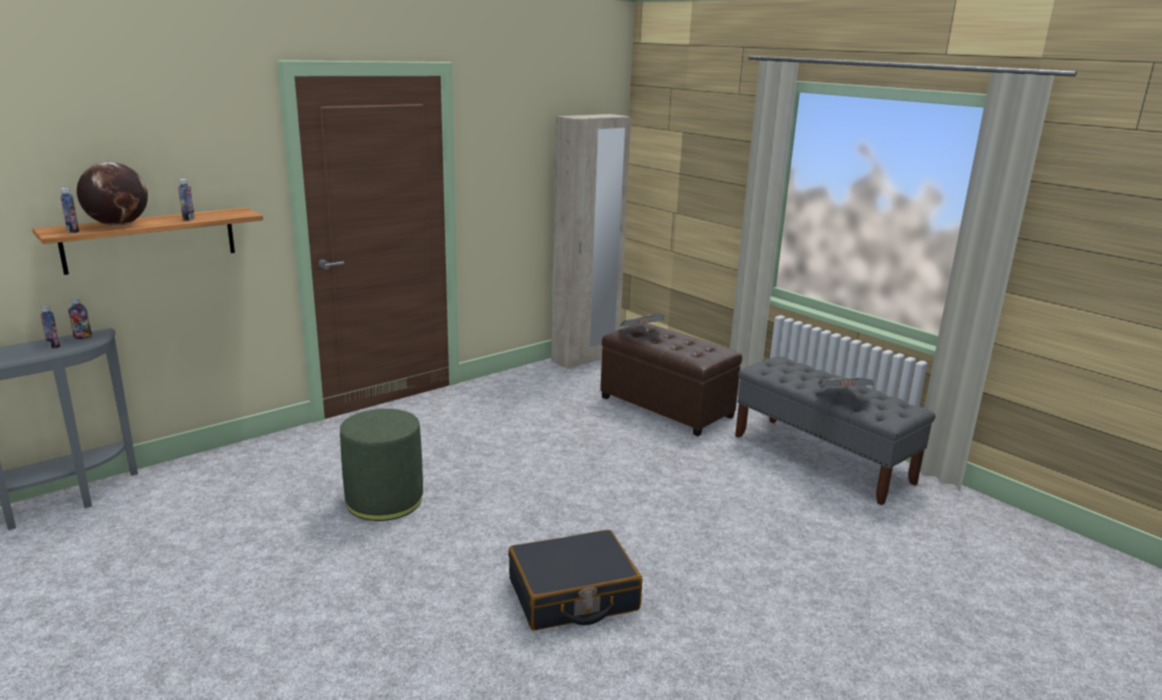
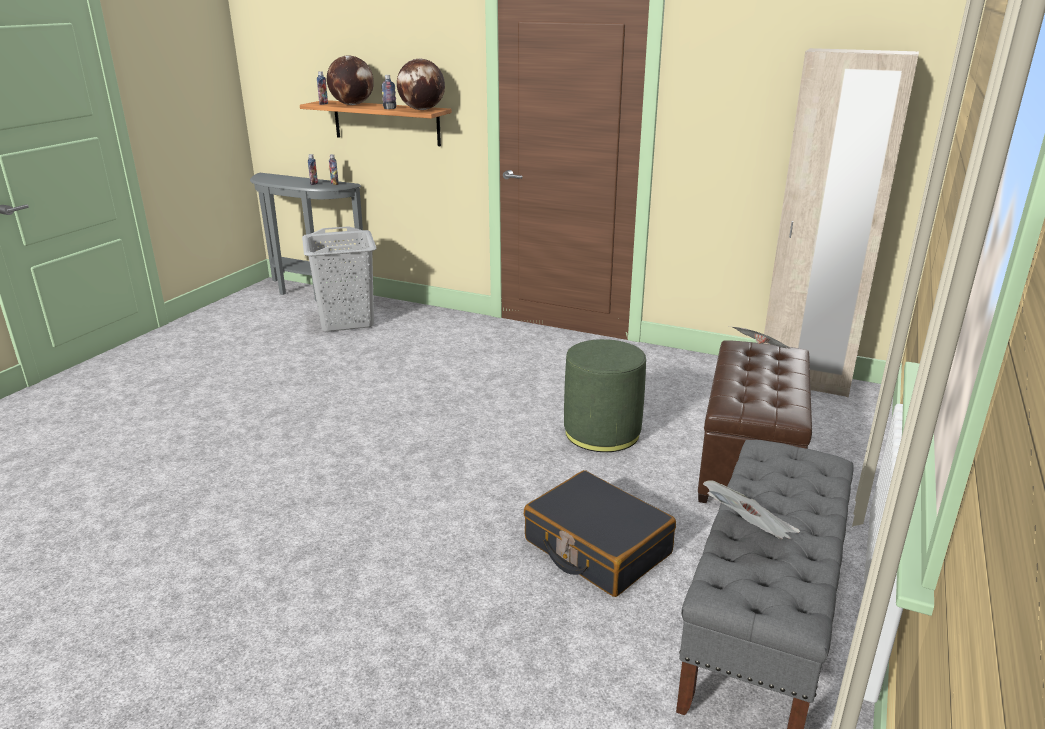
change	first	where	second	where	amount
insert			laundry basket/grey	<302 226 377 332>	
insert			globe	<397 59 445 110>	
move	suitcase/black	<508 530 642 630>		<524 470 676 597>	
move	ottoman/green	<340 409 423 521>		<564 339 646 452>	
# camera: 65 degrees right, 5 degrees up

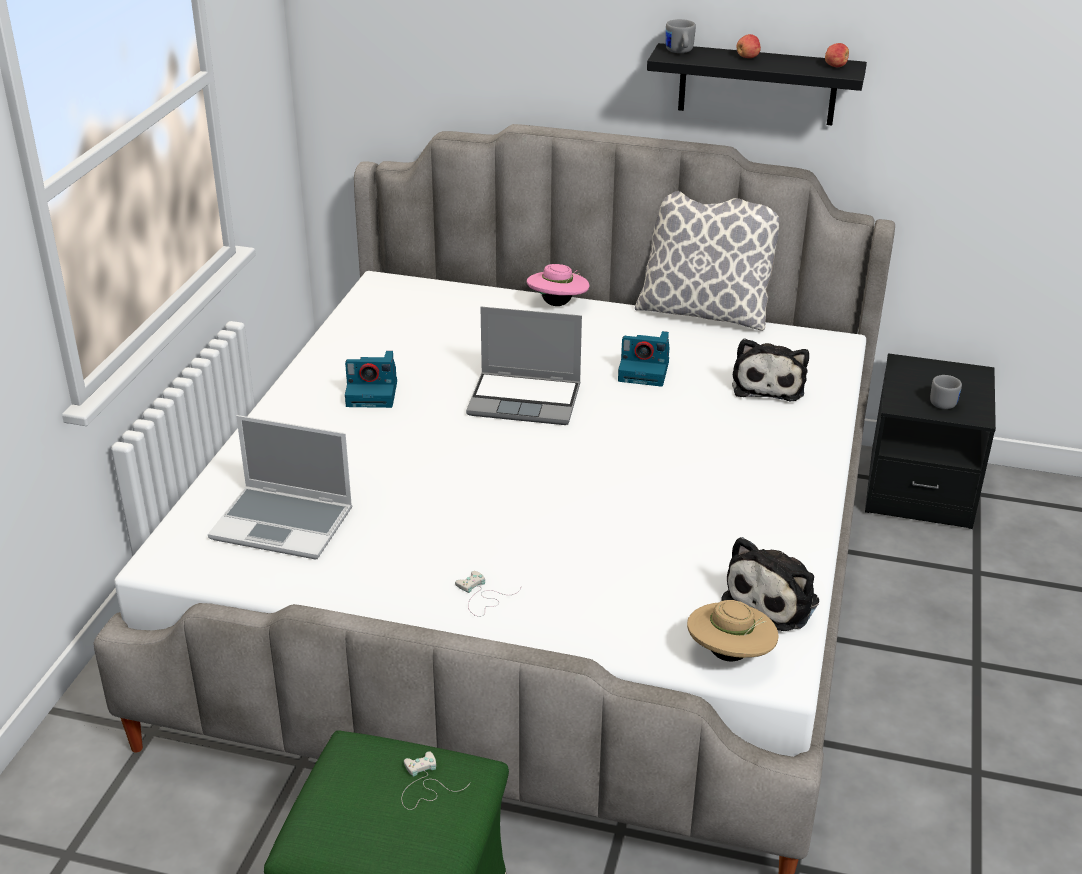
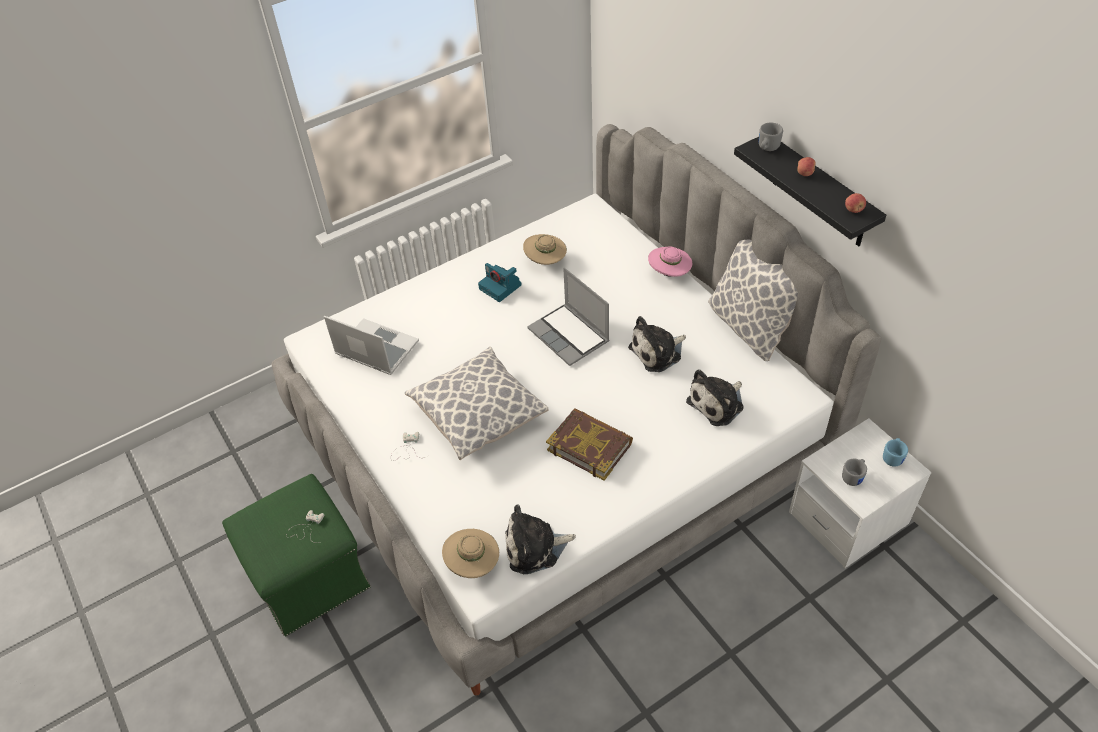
change	first	where	second	where	amount
rotate	laptop	<208 415 352 559>		<324 315 419 375>	150 degrees clockwise
insert			pillow	<405 346 549 460>	
insert			hat/beige	<523 234 567 265>	
insert			book	<546 408 633 481>	
replace	photo camera	<618 331 669 387>	plush toy	<628 316 686 372>	
recolor	nightstand/black	<865 353 996 529>	nightstand/white	<789 418 932 568>	
insert			mug/blue	<883 438 908 467>	
# camera: 45 degrees right, 15 degrees up

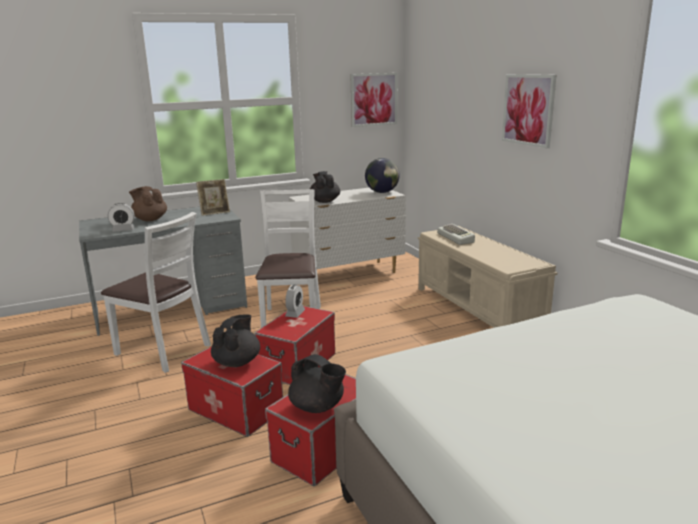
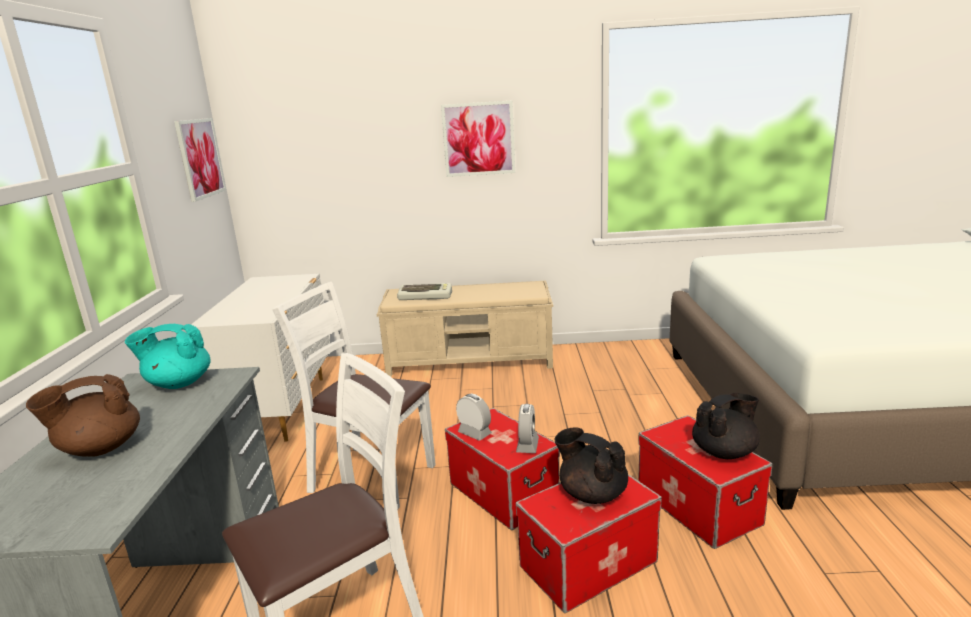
change	first	where	second	where	amount
replace	picture frame	<196 179 230 216>	teapot/turquoise	<125 324 211 389>	
move	alarm clock	<108 203 135 232>		<516 404 539 453>	
delete	teapot/black	<310 171 340 203>			
delete	globe	<365 158 400 193>			
# camera: 65 degrees left, 0 degrees up

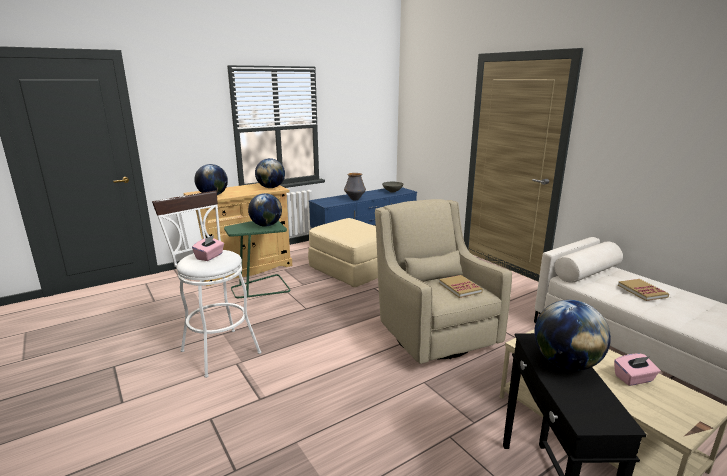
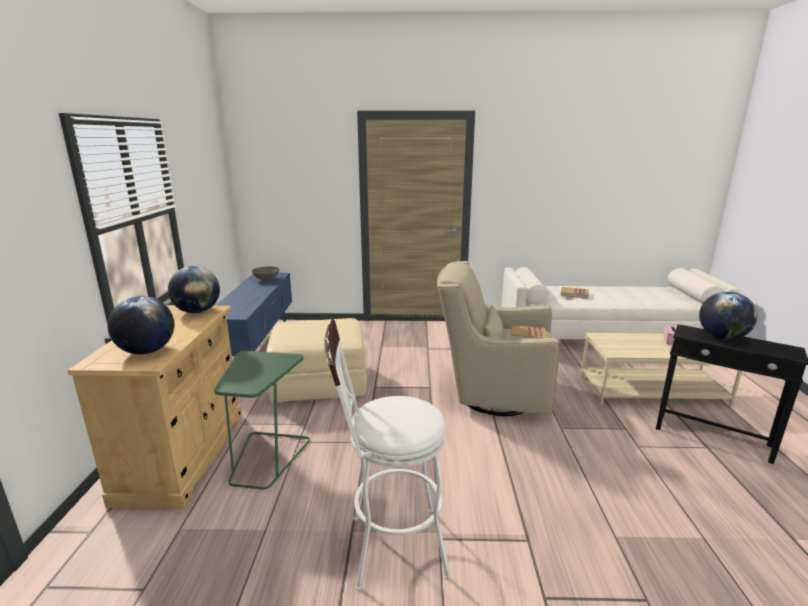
change	first	where	second	where	amount
delete	tissue box/pink	<192 235 224 261>			
delete	globe	<248 193 282 227>			
delete	vase	<344 173 366 200>			
# camera: 55 degrees left, 0 degrees up

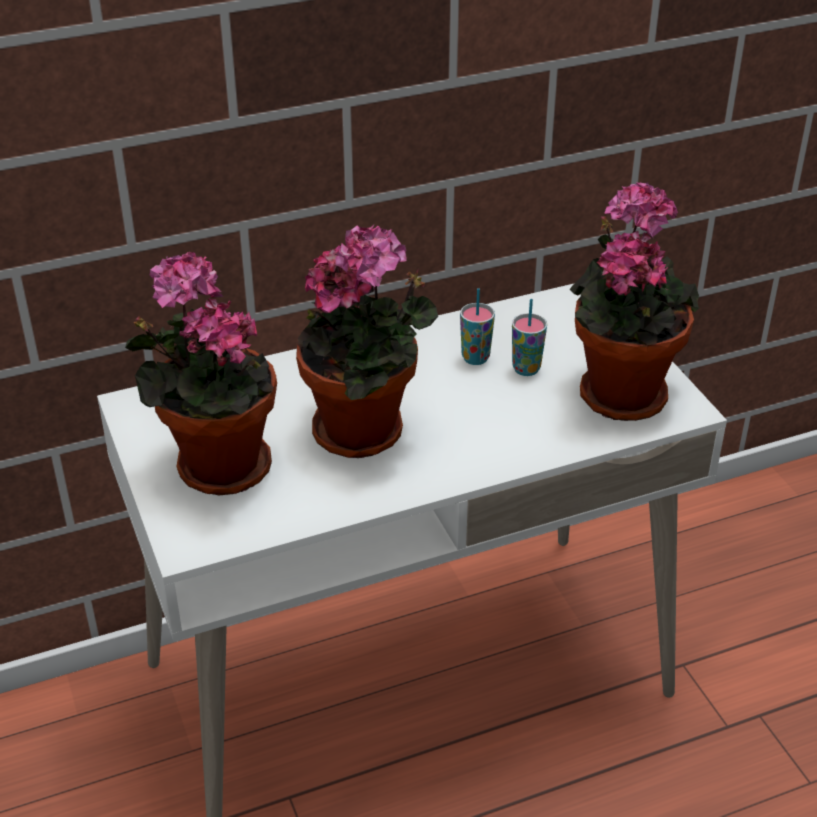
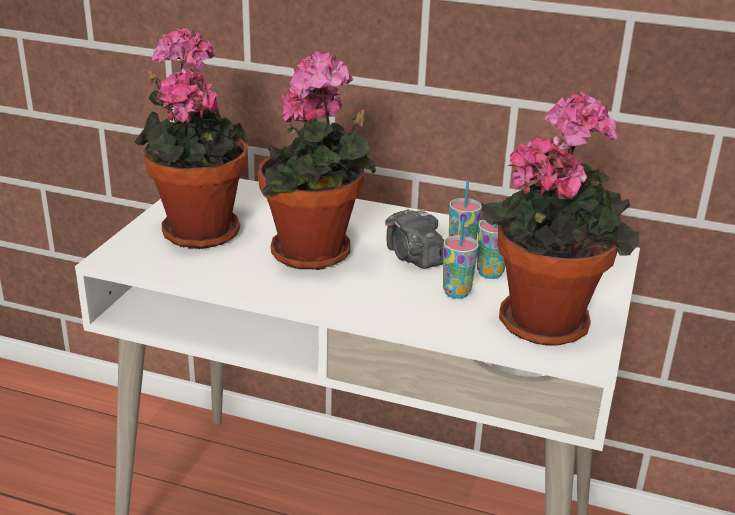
change	first	where	second	where	amount
insert			photo camera	<385 209 444 269>	
insert			cup	<443 217 479 299>	
# camera: 40 degrees right, 10 degrees down

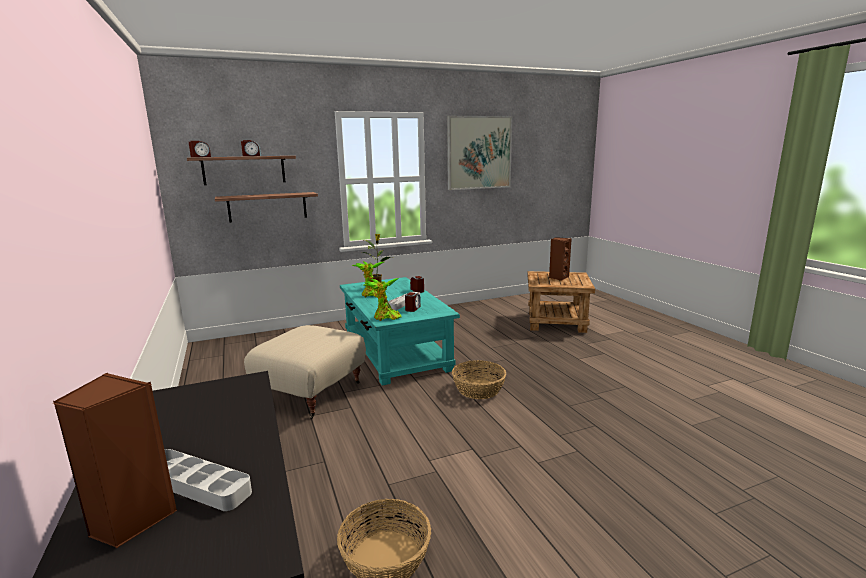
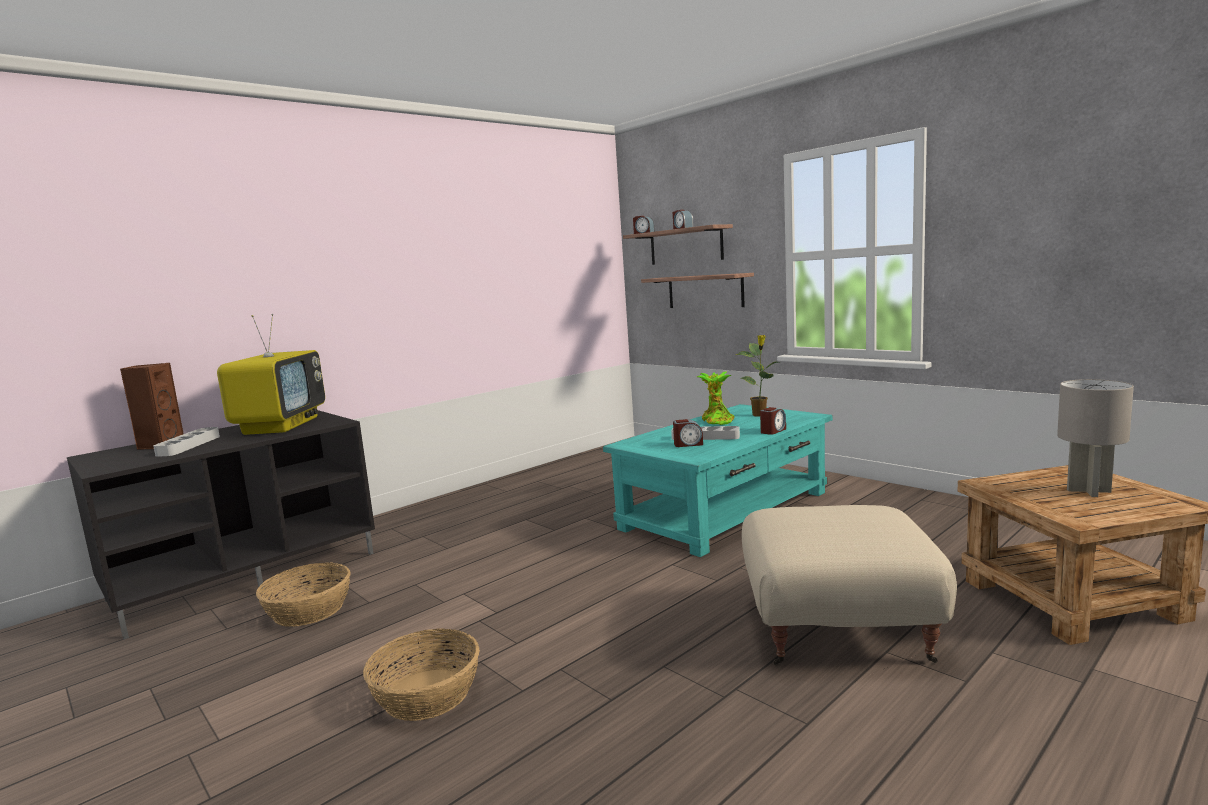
change	first	where	second	where	amount
insert			television	<217 314 325 435>	
move	basket	<452 360 506 399>		<363 628 480 721>	
move	ottoman/beige	<244 325 366 419>		<742 505 957 665>	
replace	speaker/brown	<549 237 572 281>	table lamp/grey	<1057 379 1134 497>	
delete	potted plant	<363 278 402 321>			
delete	picture	<447 116 512 190>			
# camera: 70 degrees right, 5 degrees down

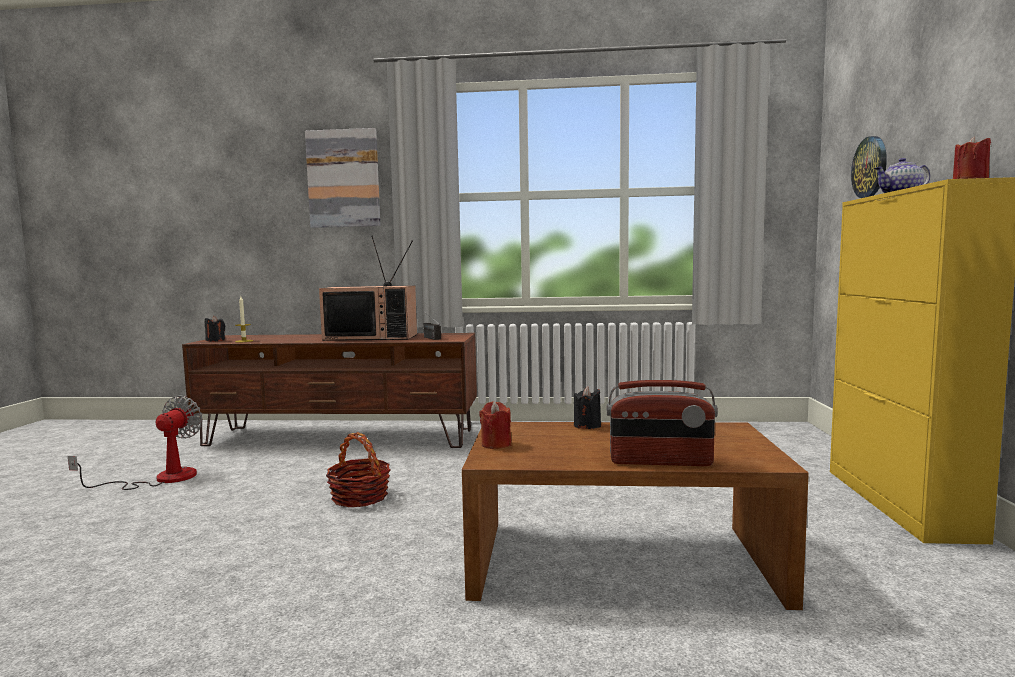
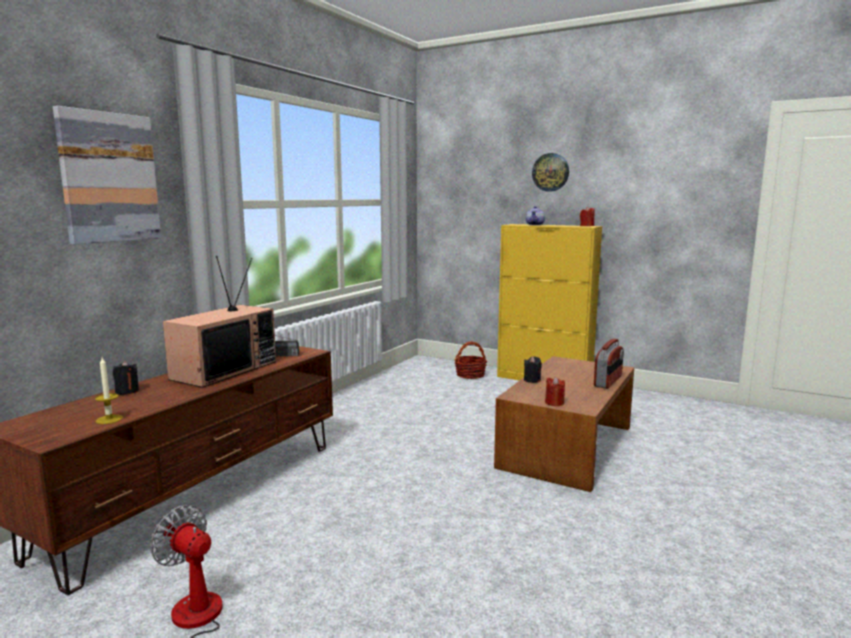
change	first	where	second	where	amount
move	candle/black	<205 316 225 342>		<113 361 139 395>	
move	basket	<326 432 390 507>		<454 341 487 379>	
move	wall clock	<851 136 887 198>		<532 153 569 192>	
# camera: 65 degrees left, 5 degrees up

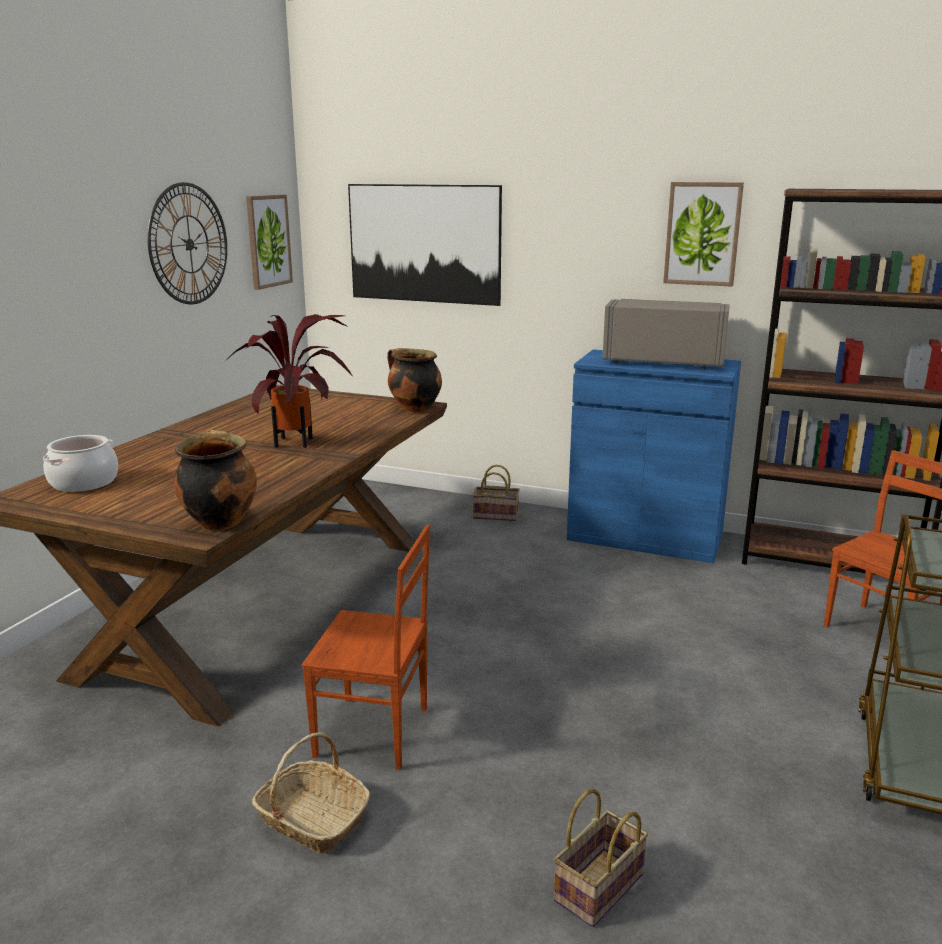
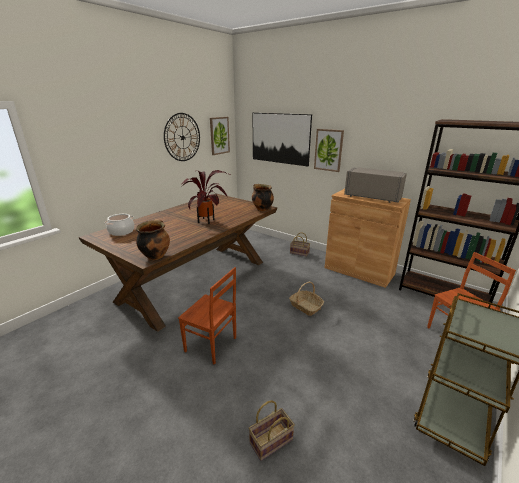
change	first	where	second	where	amount
move	basket	<252 732 370 854>		<289 282 324 316>	
move	picture	<663 182 744 287>		<314 129 344 172>	
recolor	cabinet/blue	<567 349 741 563>	cabinet/brown	<325 189 411 288>	
# camera: 15 degrees right, 5 degrees up

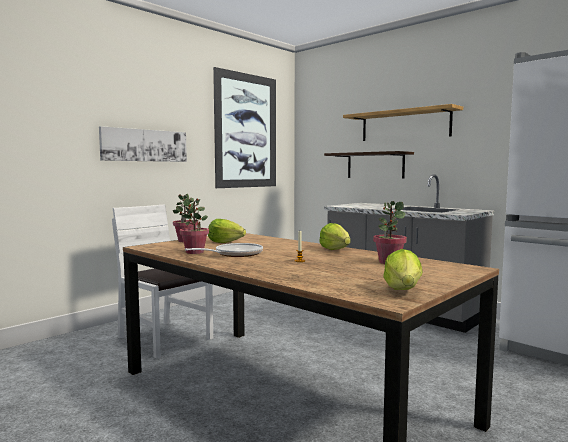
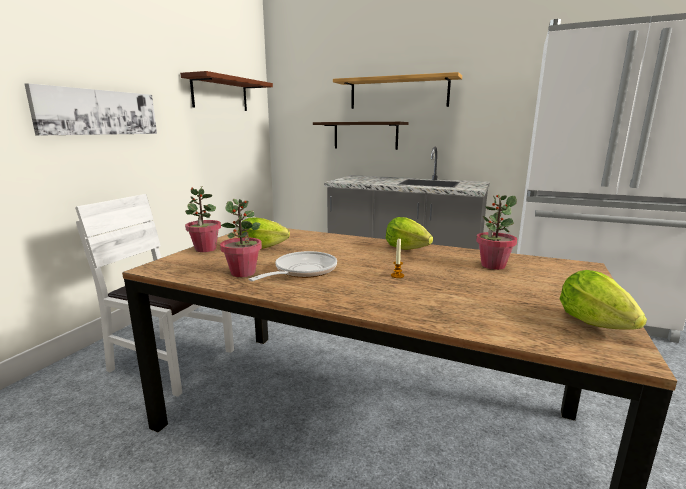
change	first	where	second	where	amount
replace	picture	<213 67 276 188>	shelf/brown	<180 71 273 111>	
# camera: 20 degrees left, 10 degrees up

